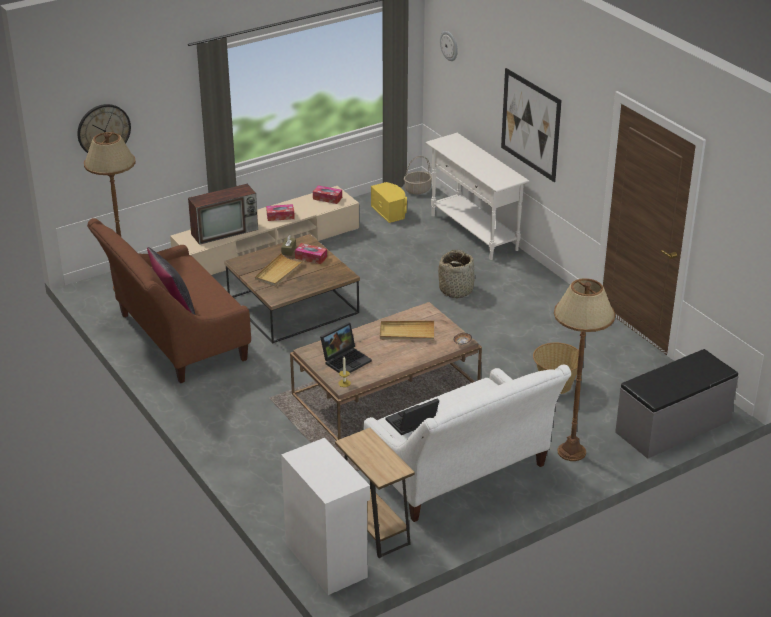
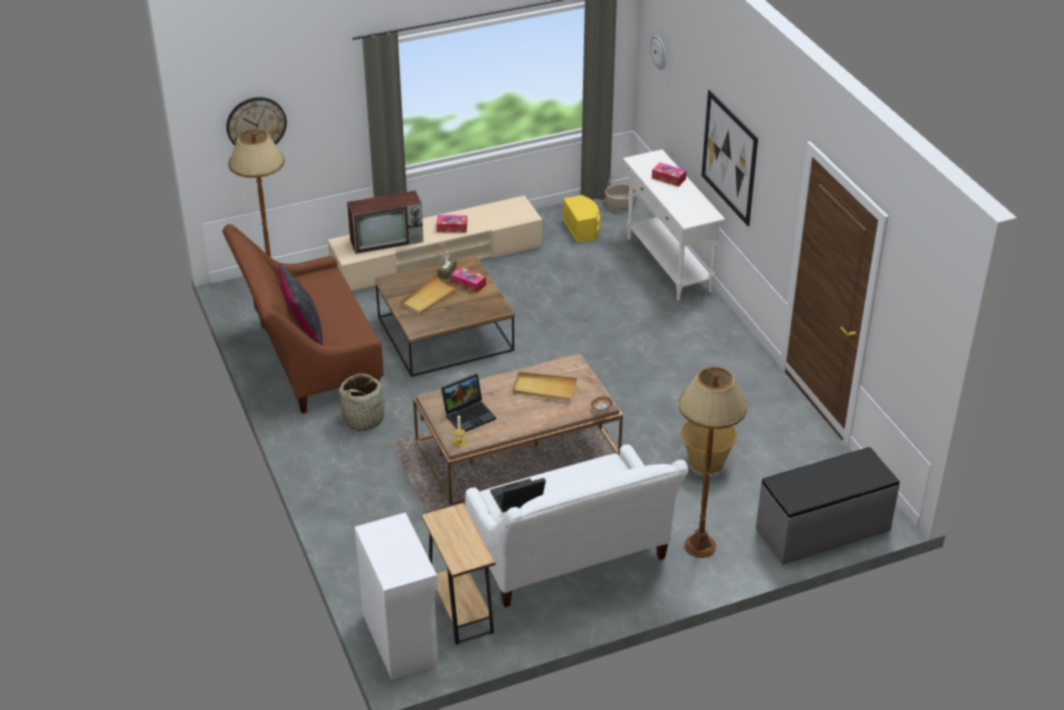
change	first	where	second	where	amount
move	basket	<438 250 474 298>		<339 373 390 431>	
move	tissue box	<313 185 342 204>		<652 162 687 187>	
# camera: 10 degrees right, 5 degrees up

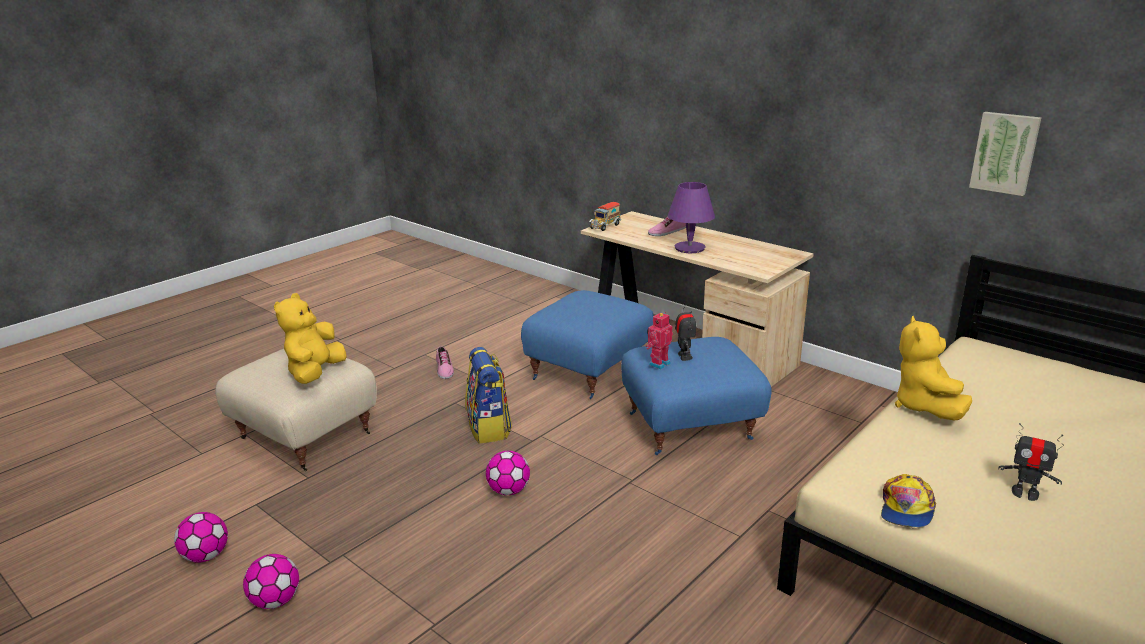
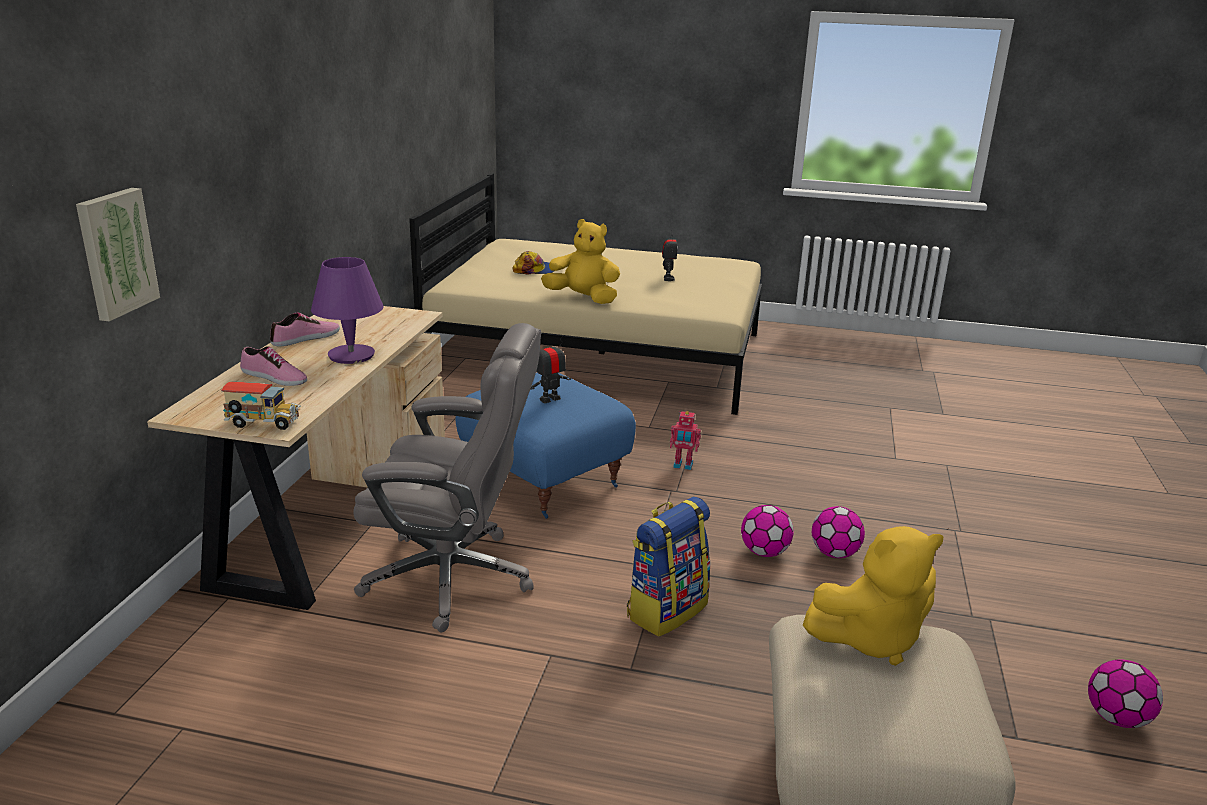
change	first	where	second	where	amount
move	picture	<969 112 1042 196>		<76 188 160 322>	
move	shoe	<436 346 454 379>		<270 312 340 346>	
replace	ottoman/blue	<521 290 654 399>	office chair/grey	<353 323 541 632>	
move	cap	<881 474 936 527>		<512 251 554 275>	
rotate	plush toy/yellow	<895 316 972 420>		<541 219 620 304>	135 degrees counterclockwise
move	toy robot	<646 312 673 369>		<670 411 701 470>	
move	football	<243 554 299 609>		<812 506 865 558>	
# camera: 120 degrees left, 0 degrees up

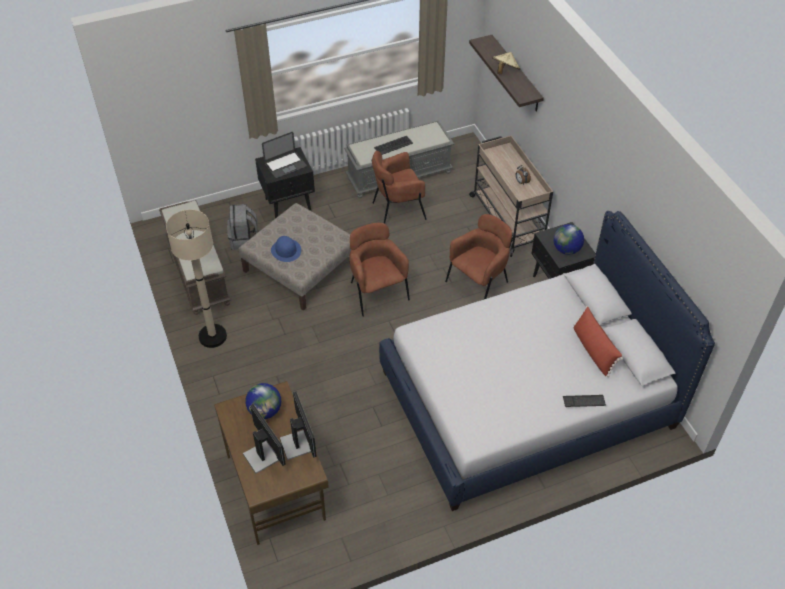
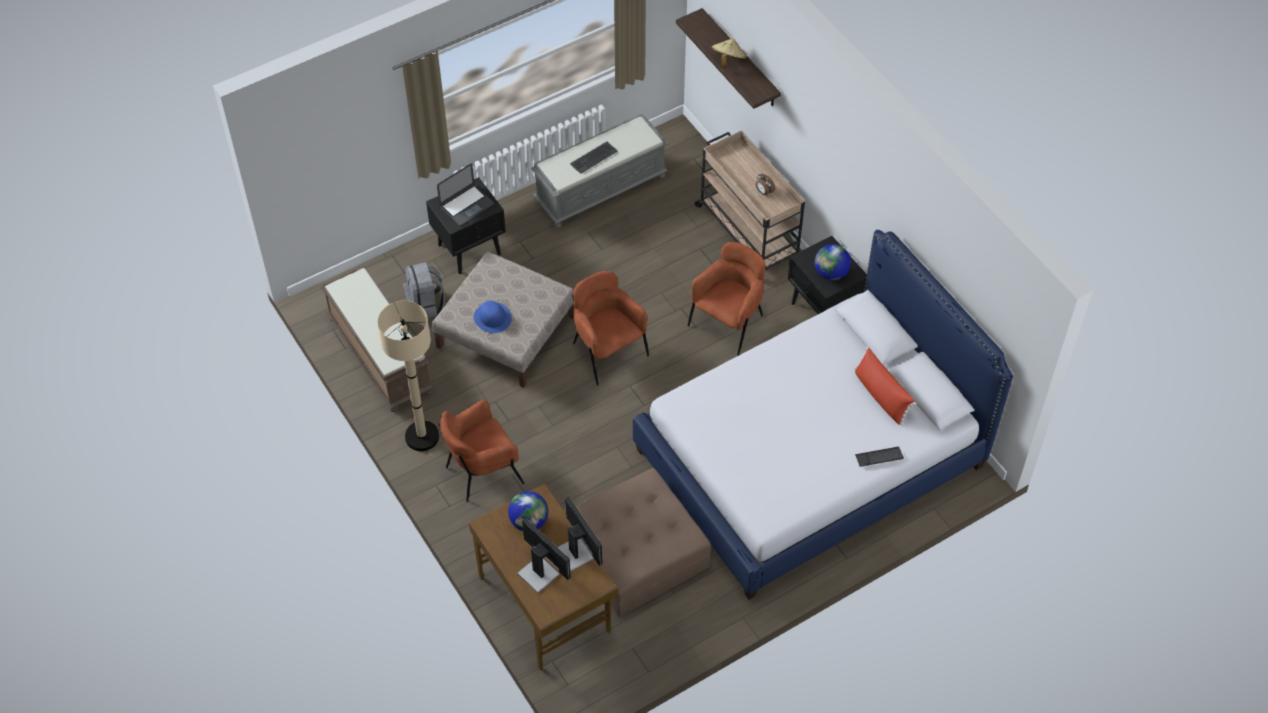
change	first	where	second	where	amount
move	armchair/brown	<371 151 426 224>		<439 400 524 502>	
insert			ottoman/brown	<576 468 711 617>	
# camera: 10 degrees left, 5 degrees up

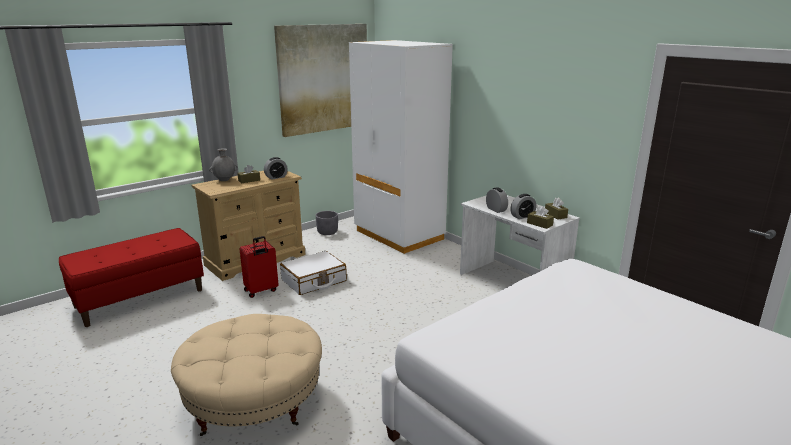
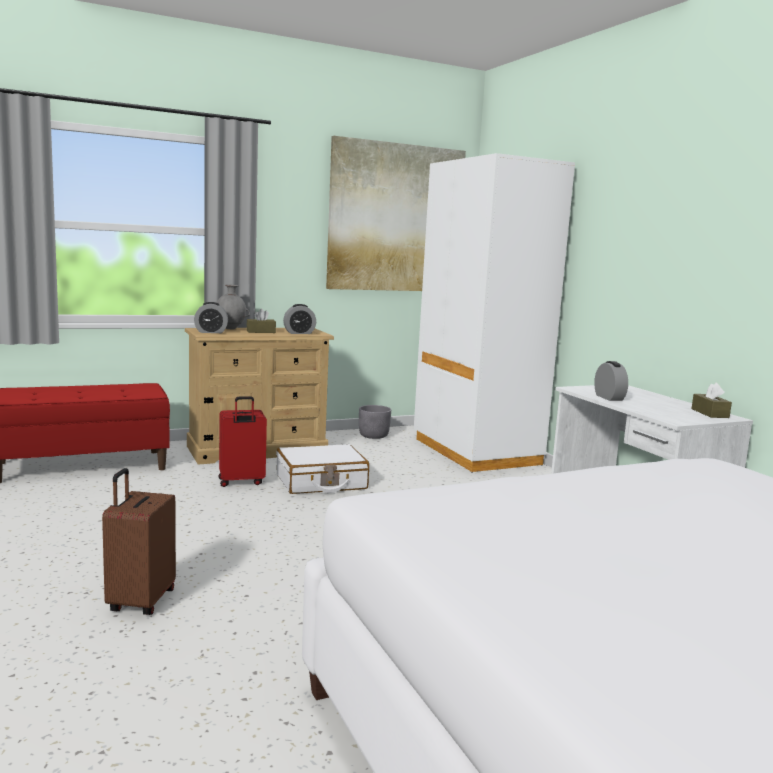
change	first	where	second	where	amount
replace	ottoman/beige	<171 314 322 436>	suitcase/brown	<102 468 176 615>	
move	alarm clock	<510 194 536 219>		<194 302 228 333>	
delete	tissue box/brown	<527 206 554 229>			
# camera: 15 degrees right, 10 degrees down

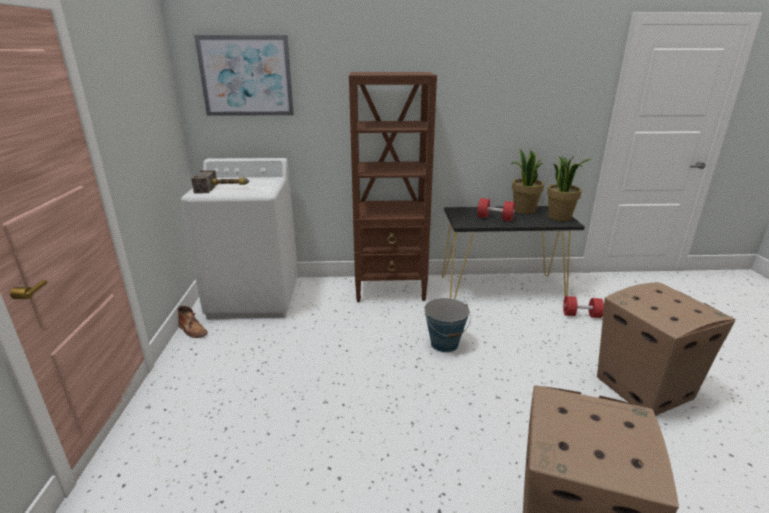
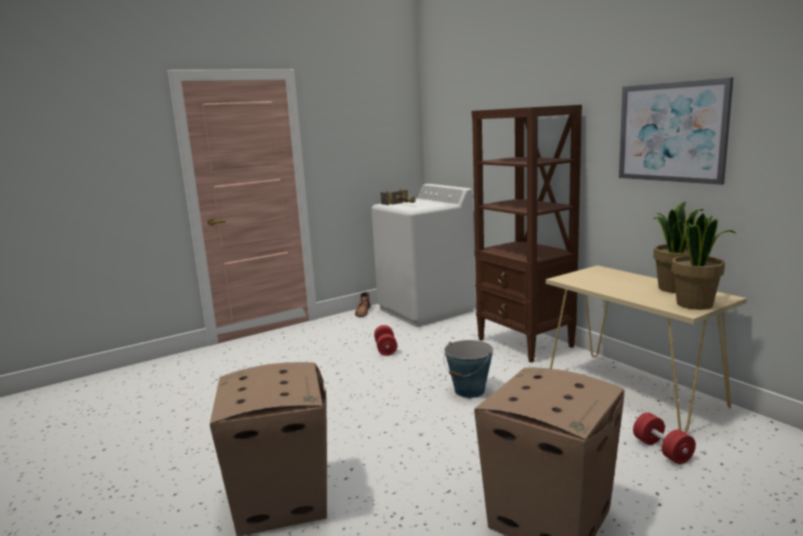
change	first	where	second	where	amount
move	dumbbell/red	<477 198 515 221>		<374 325 397 356>	
recolor	console table/black	<442 206 585 299>	console table/beige	<546 265 747 433>	
move	picture	<194 35 294 116>		<619 78 733 185>	
# camera: 60 degrees right, 10 degrees down

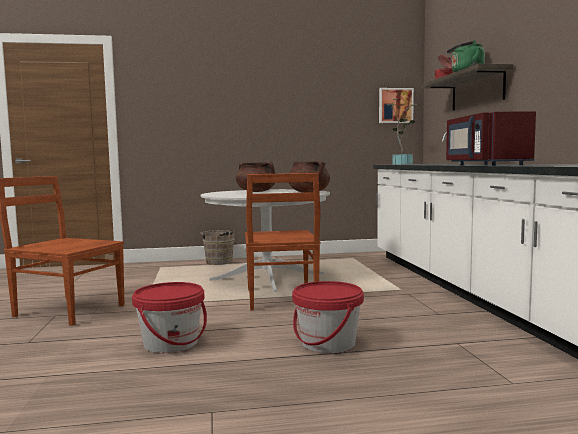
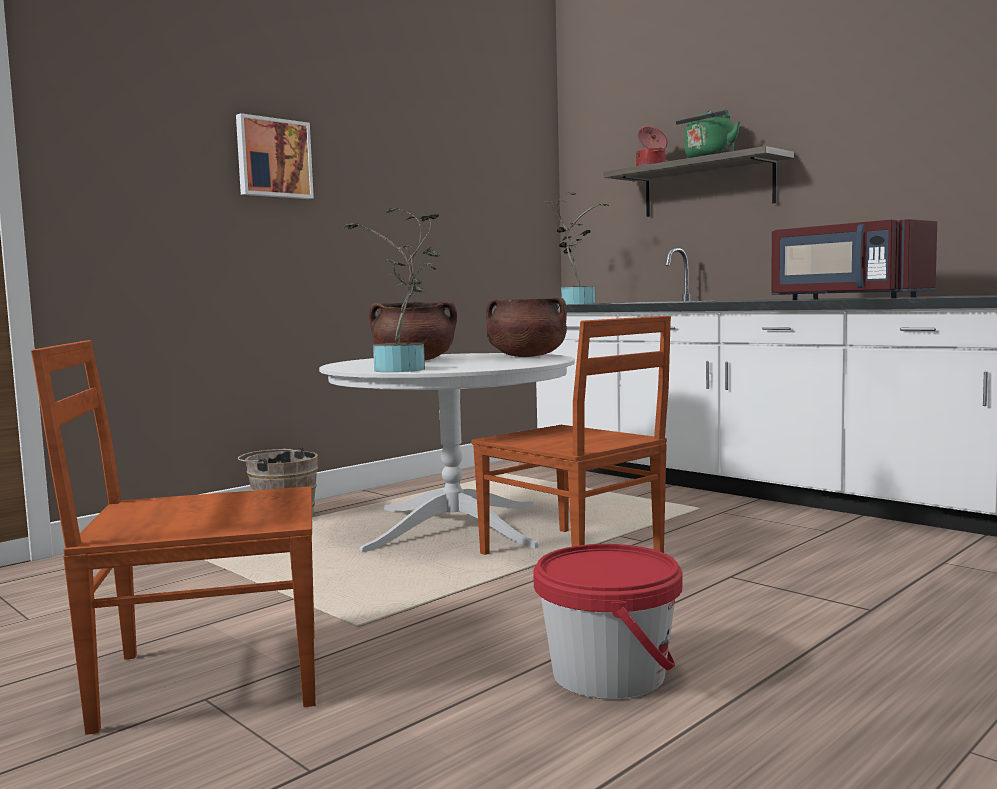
change	first	where	second	where	amount
move	picture	<379 88 414 123>		<236 113 314 199>	
insert			potted plant	<344 207 440 372>	
delete	bucket/red	<292 281 364 353>			
# camera: 35 degrees left, 0 degrees up

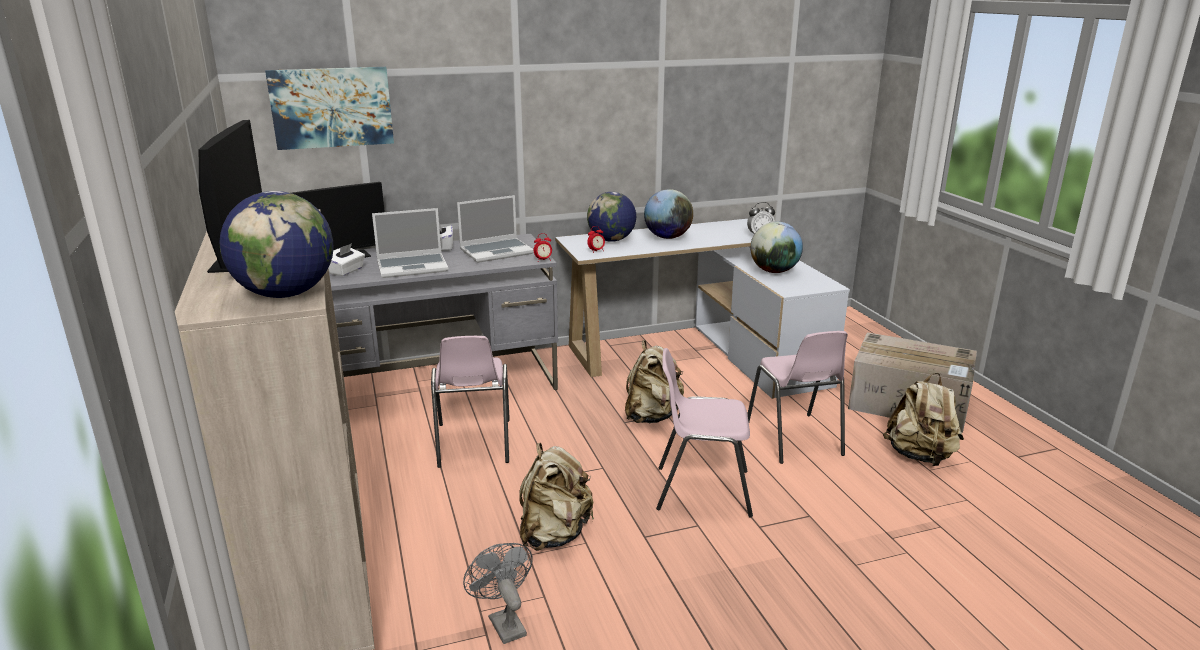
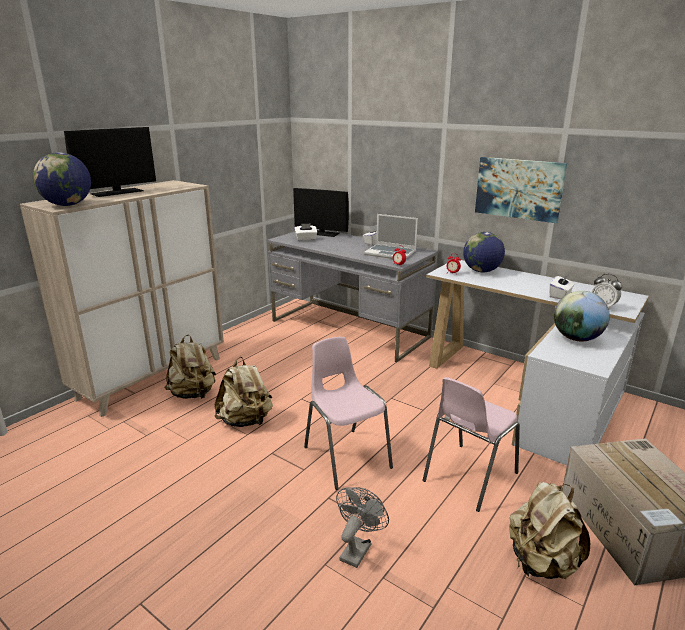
change	first	where	second	where	amount
move	backpack/beige	<625 340 684 423>		<165 335 216 399>	
move	fan/grey	<463 543 533 644>		<336 487 389 568>	
move	picture	<265 67 394 150>		<475 157 567 223>	
insert			tissue box/white	<549 274 575 299>	
delete	laptop	<372 208 448 278>			
delete	chair/pink	<431 336 510 468>			
delete	globe	<644 189 693 239>			
# camera: 55 degrees right, 0 degrees up

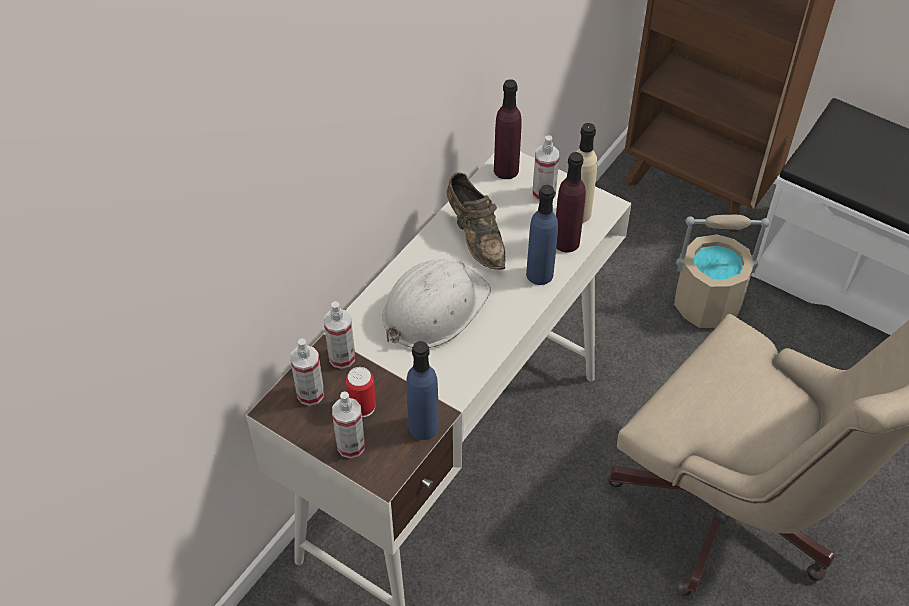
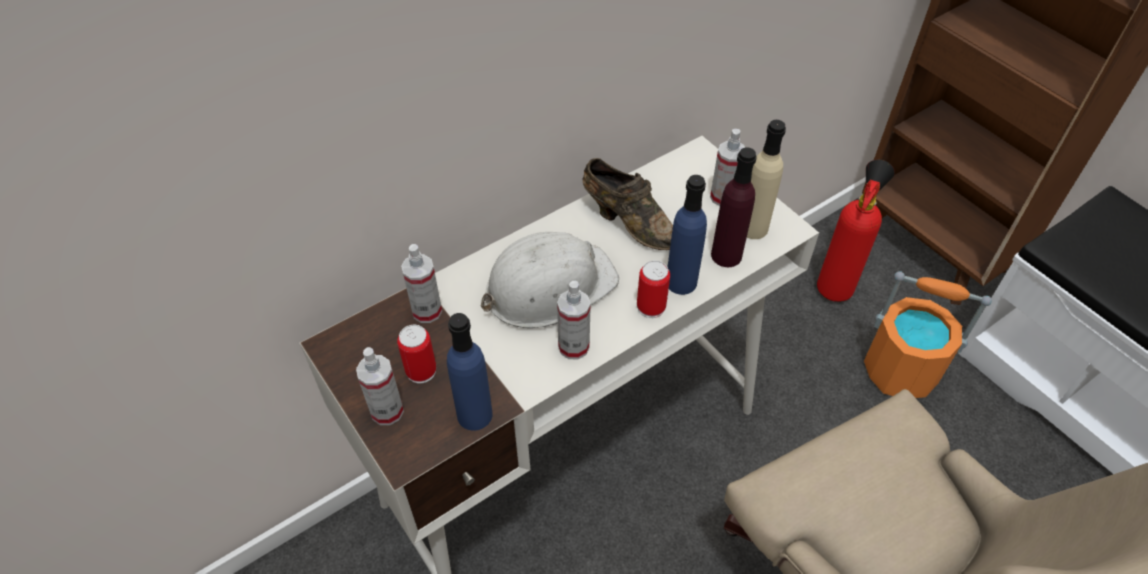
change	first	where	second	where	amount
move	spray bottle	<290 338 324 406>		<557 281 591 360>	
rotate	shoe/brown	<447 172 505 270>		<583 158 673 250>	45 degrees counterclockwise
insert			can	<637 260 670 318>	
insert			fire extinguisher	<817 160 895 302>	
recolor	bucket/beige	<674 215 770 328>	bucket/orange	<864 271 992 398>	
delete	bottle/purple	<494 79 522 179>			
# camera: 20 degrees right, 0 degrees up

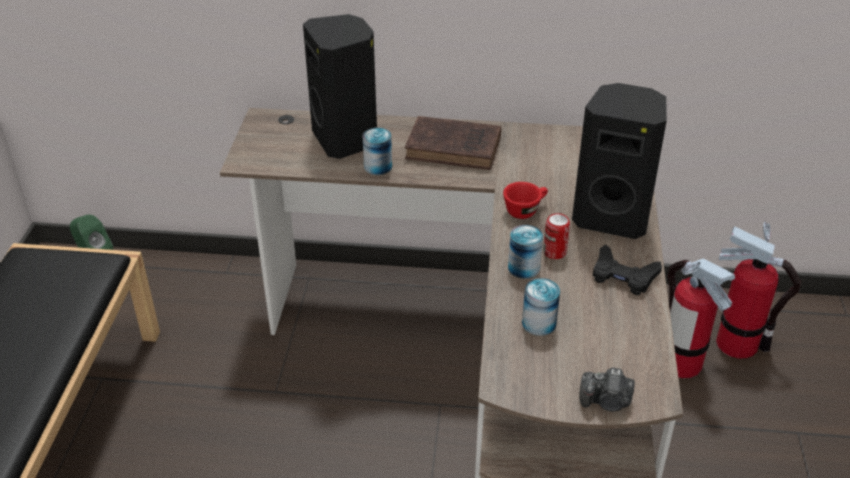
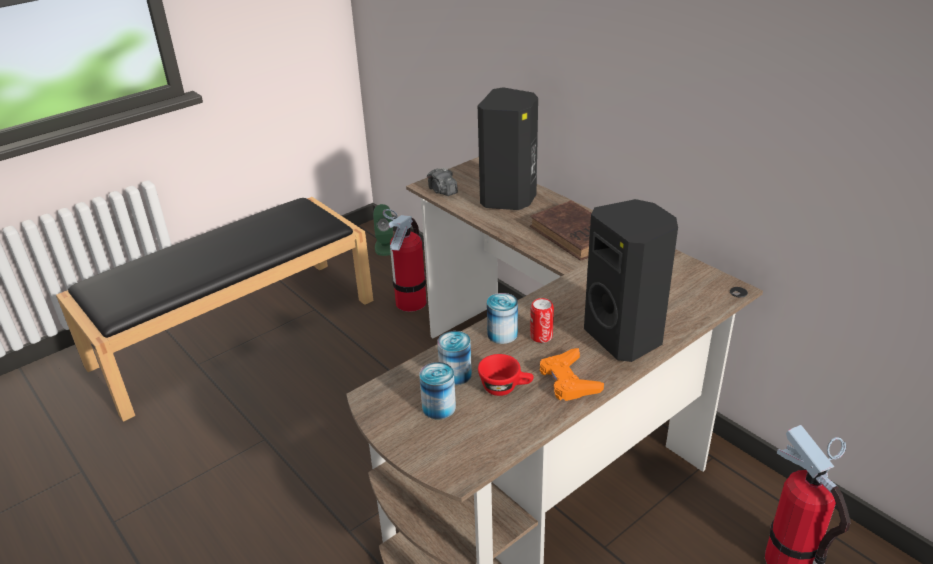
change	first	where	second	where	amount
move	fire extinguisher	<667 258 735 378>		<383 209 427 312>	
move	can	<363 127 392 175>		<419 362 456 419>	
move	photo camera	<579 368 635 412>		<427 168 458 196>	
move	cup/red	<503 182 548 219>		<478 354 534 396>	
recolor	game controller/black	<593 244 662 295>	game controller/orange	<540 348 604 401>	
# camera: 45 degrees right, 5 degrees down

